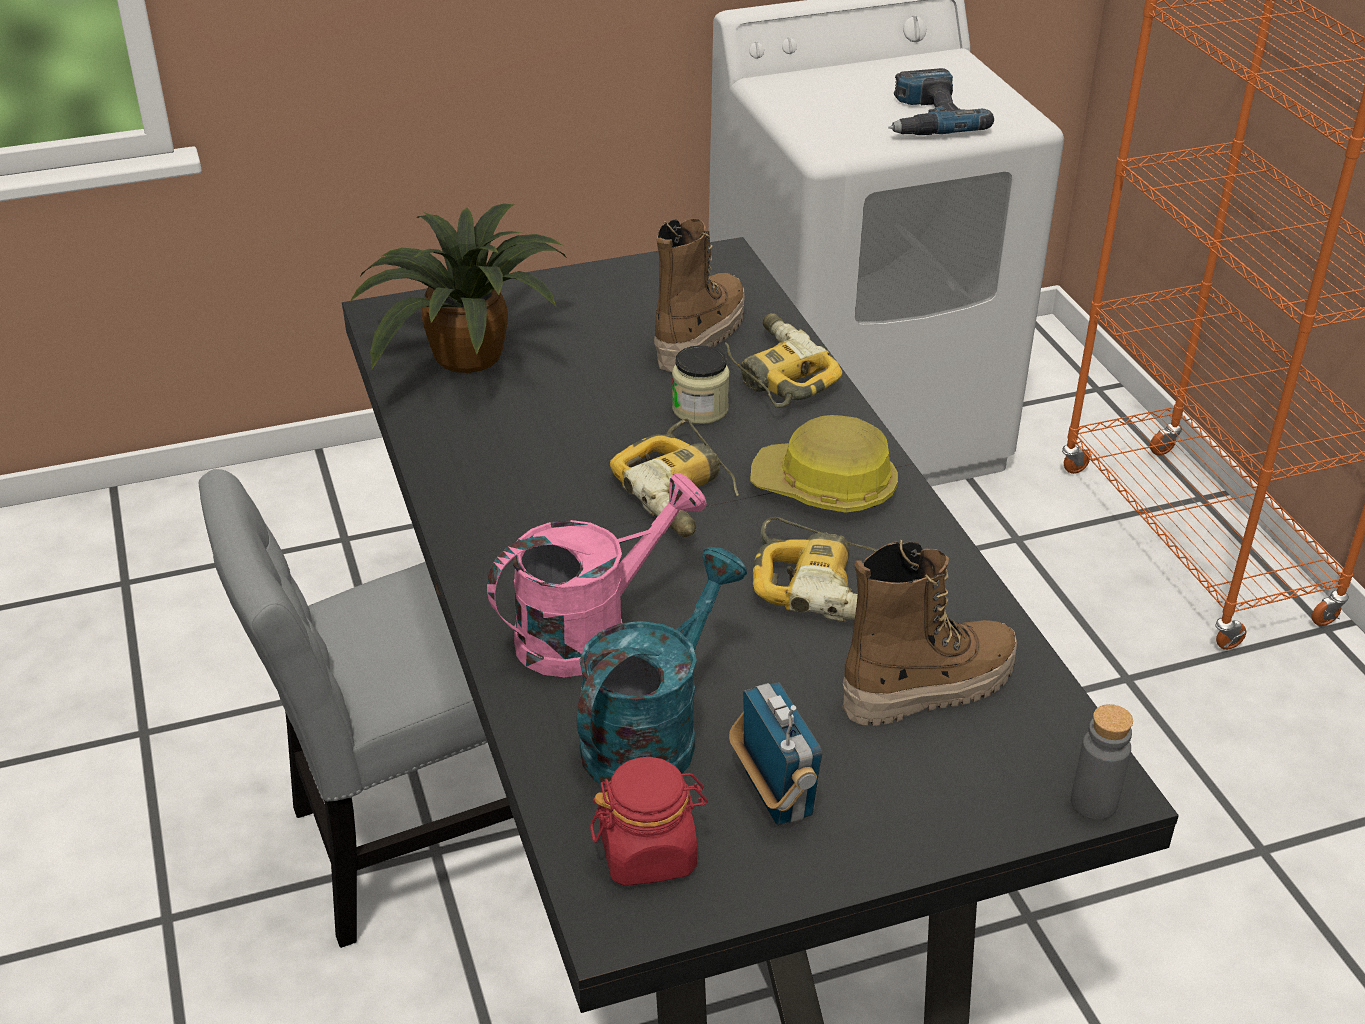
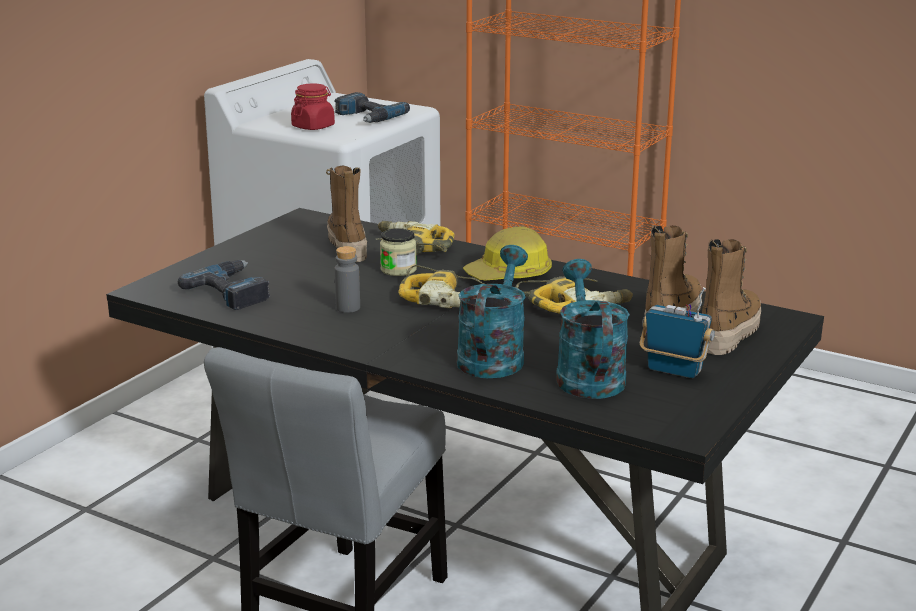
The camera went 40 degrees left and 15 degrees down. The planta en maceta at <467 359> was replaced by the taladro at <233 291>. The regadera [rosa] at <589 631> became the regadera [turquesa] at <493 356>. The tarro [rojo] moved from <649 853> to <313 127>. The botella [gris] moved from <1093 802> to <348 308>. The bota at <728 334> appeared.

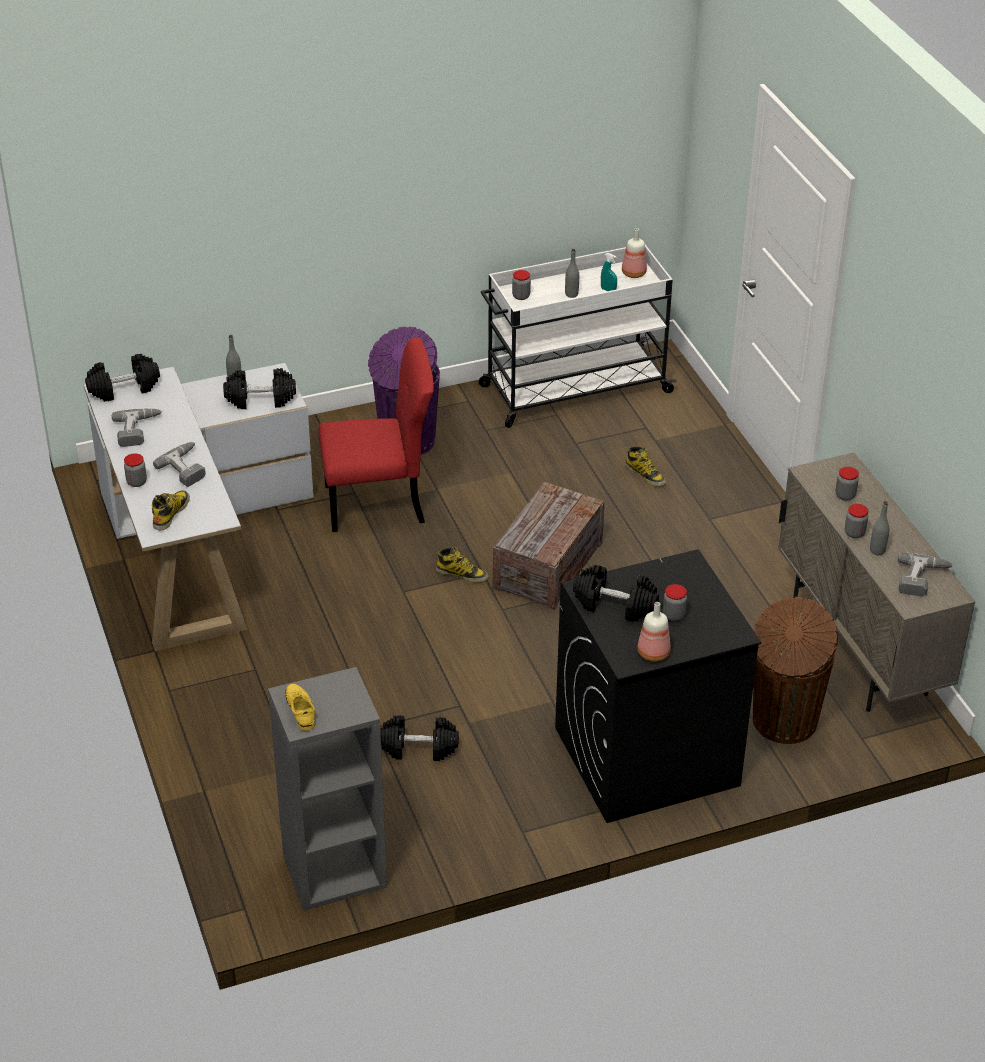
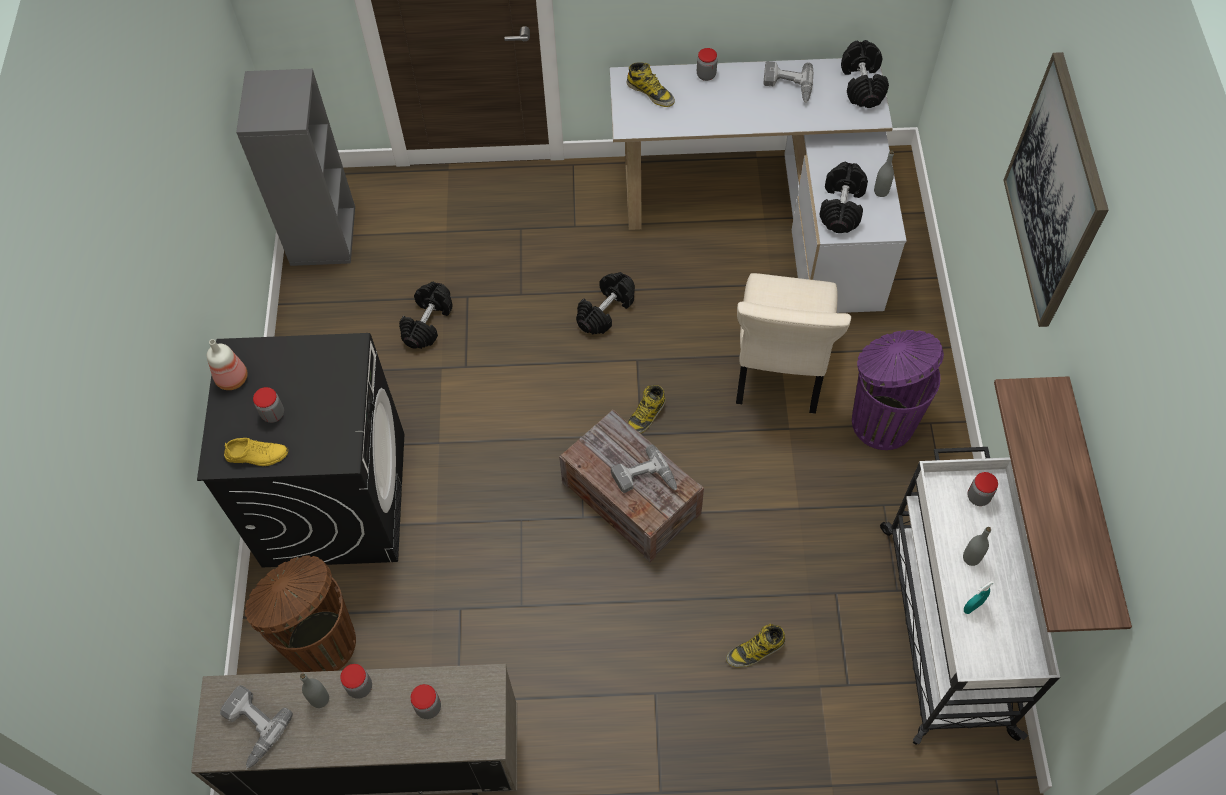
The camera went 110 degrees right and 20 degrees up. The taladro moved from <187 467> to <644 480>. The zapato [amarillo] moved from <300 709> to <257 455>. The silla [rojo] at <379 504> became the silla [beis] at <778 371>. The mancuerna [negro] moved from <614 605> to <605 310>. The botella at <633 274> disappeared. The estante at <1089 508> appeared. The cuadro at <1055 193> appeared.

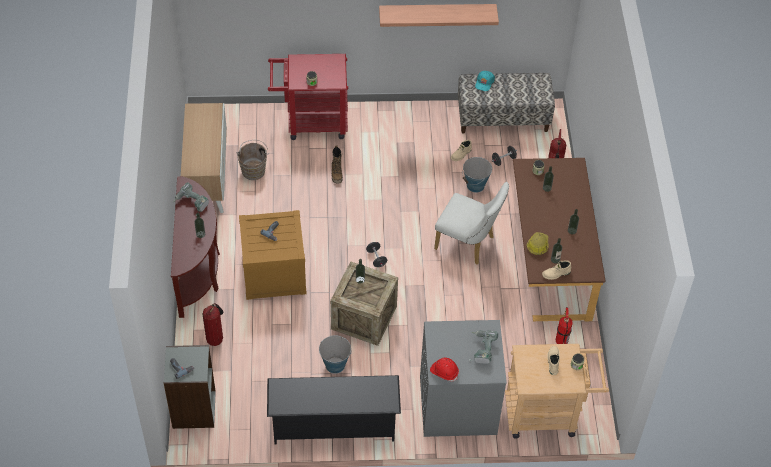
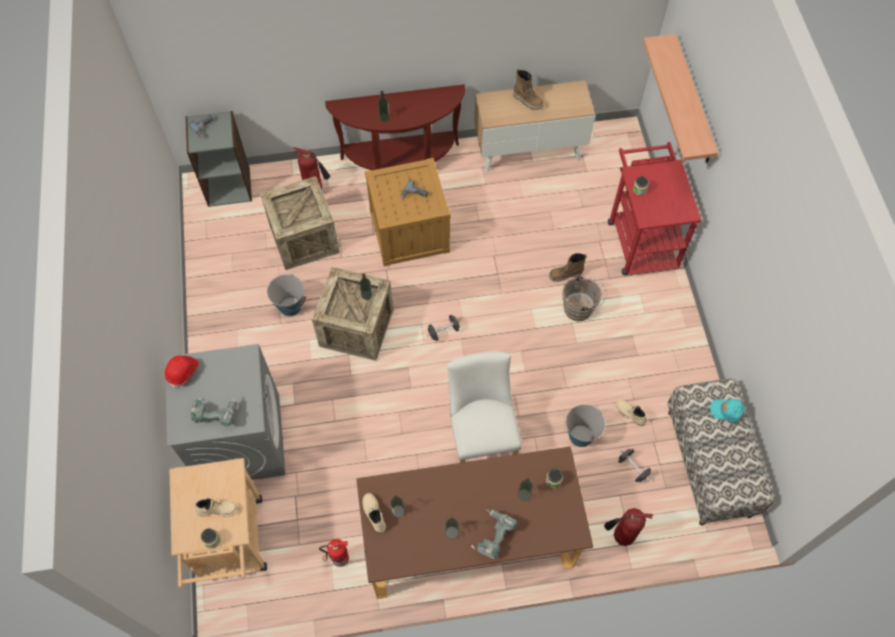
The camera went 85 degrees right and 10 degrees up. The taladro moved from <191 203> to <492 535>. The cubo [marrón] moved from <254 169> to <580 308>. The zapatero [negro] at <334 425> disappeared. The estante moved from <437 13> to <692 101>. The silla [blanco] at <468 244> turned 150 degrees clockwise. The casco at <537 245> disappeared. The caja de embalaje at <304 238> appeared. The bota at <527 101> appeared.

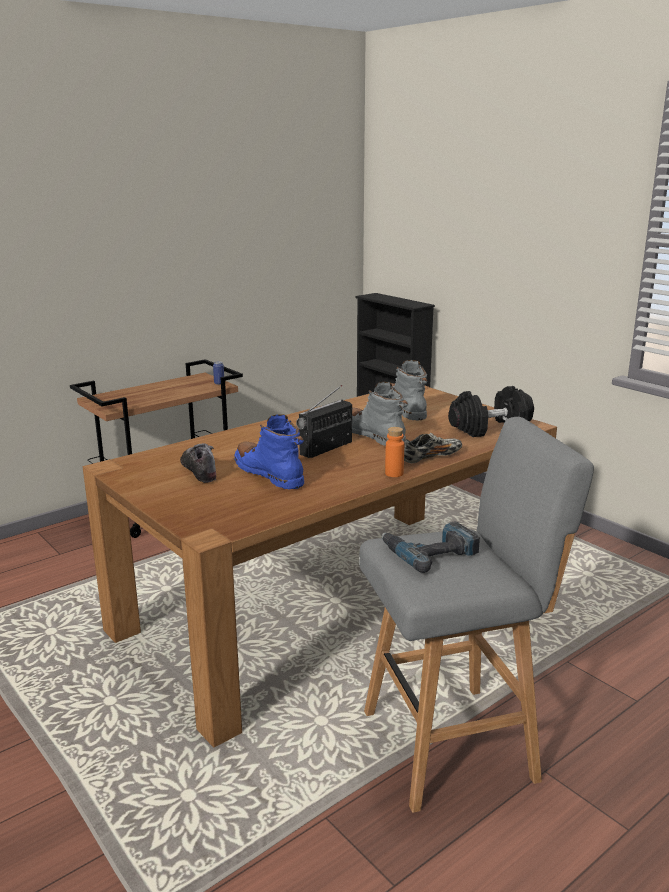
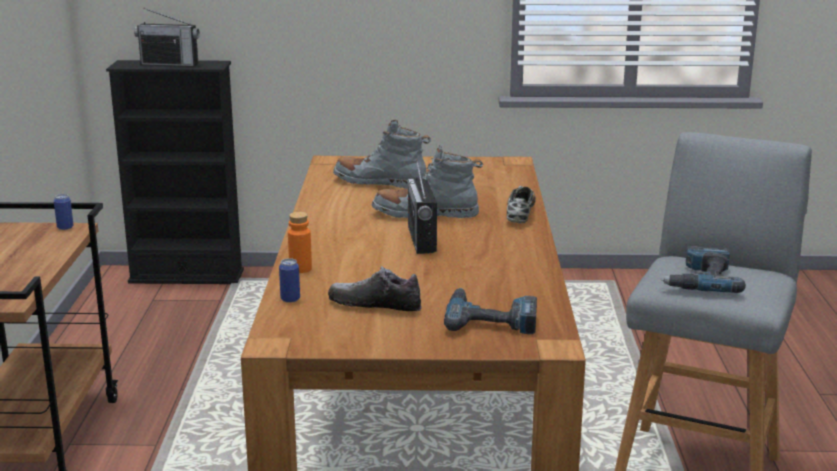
The camera went 50 degrees left and 0 degrees up. The bota [azul] at <269 474> disappeared. The botella [naranja] moved from <394 473> to <300 269>. The mancuerna [negro] at <490 428> disappeared. The radio at <170 64> appeared. The lata at <290 299> appeared. The taladro at <491 319> appeared.

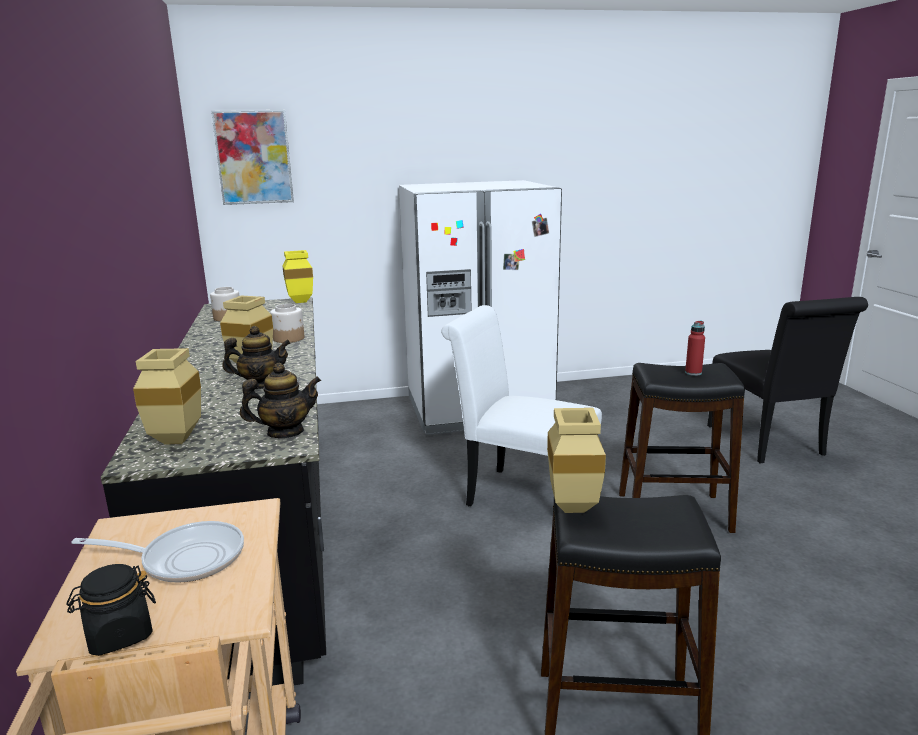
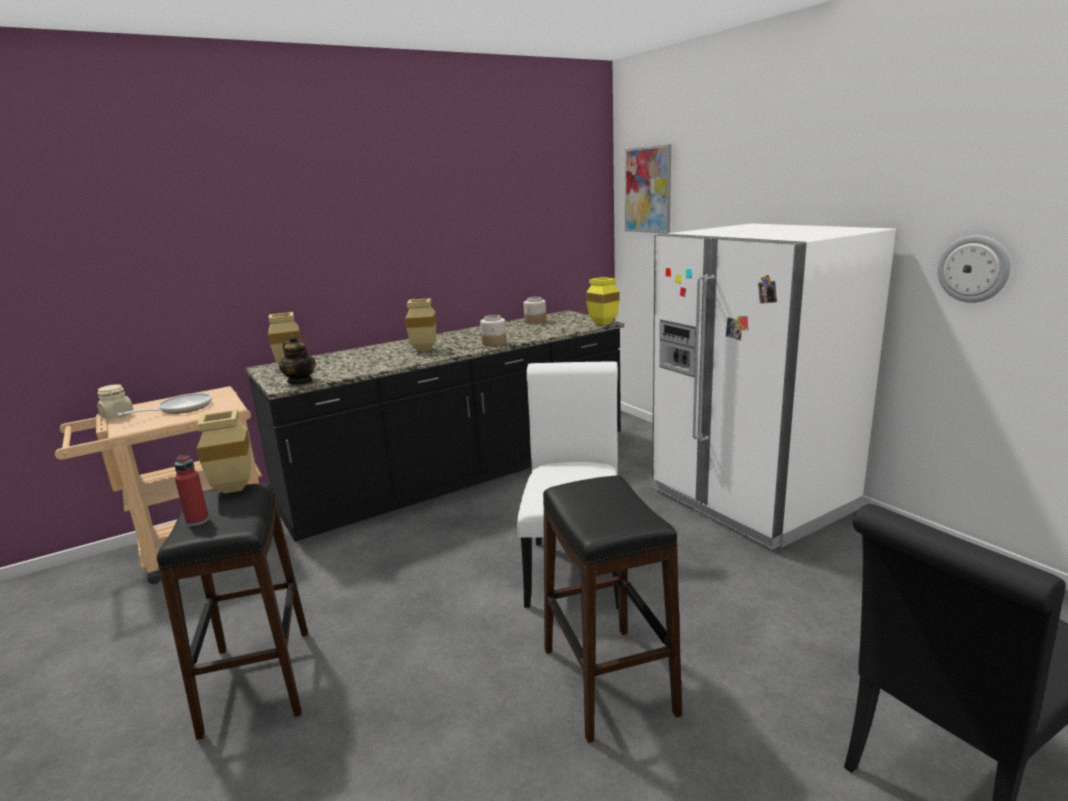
The camera went 70 degrees right and 0 degrees up. The tarro [negro] at <119 635> became the tarro [beis] at <117 415>. The sartén at <185 558> turned 120 degrees counterclockwise. The tetera at <260 385> disappeared. The botella [rojo] moved from <693 373> to <197 521>. The reloj de pared at <973 269> appeared.

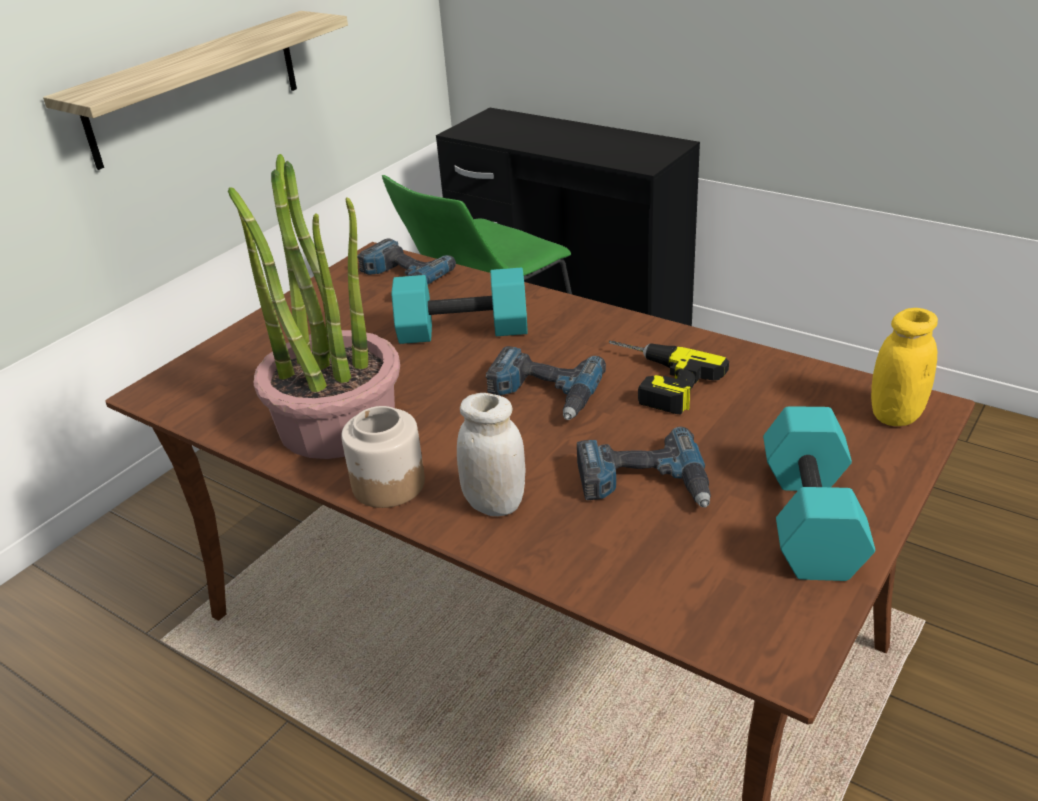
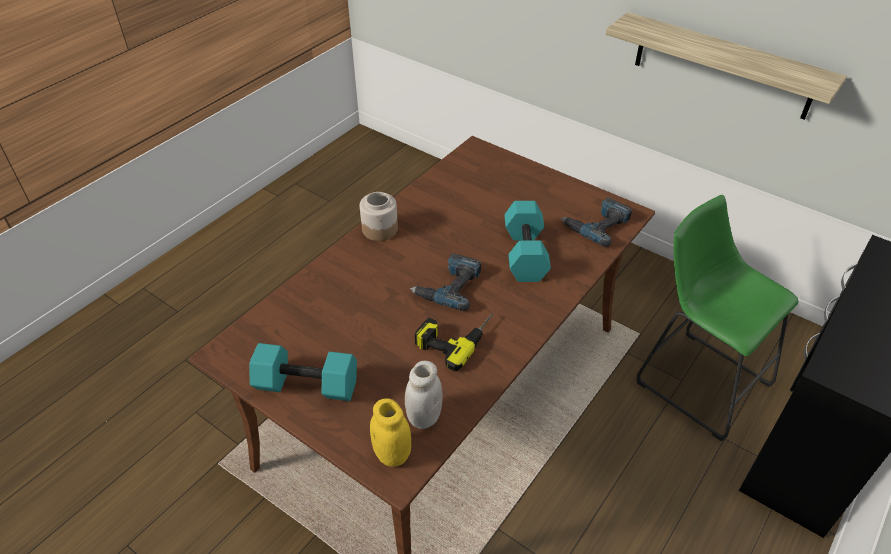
The camera went 90 degrees right and 10 degrees up. The planta en maceta at <337 422> disappeared. The tarro [blanco] moved from <495 504> to <424 417>. The taladro at <643 483> disappeared.

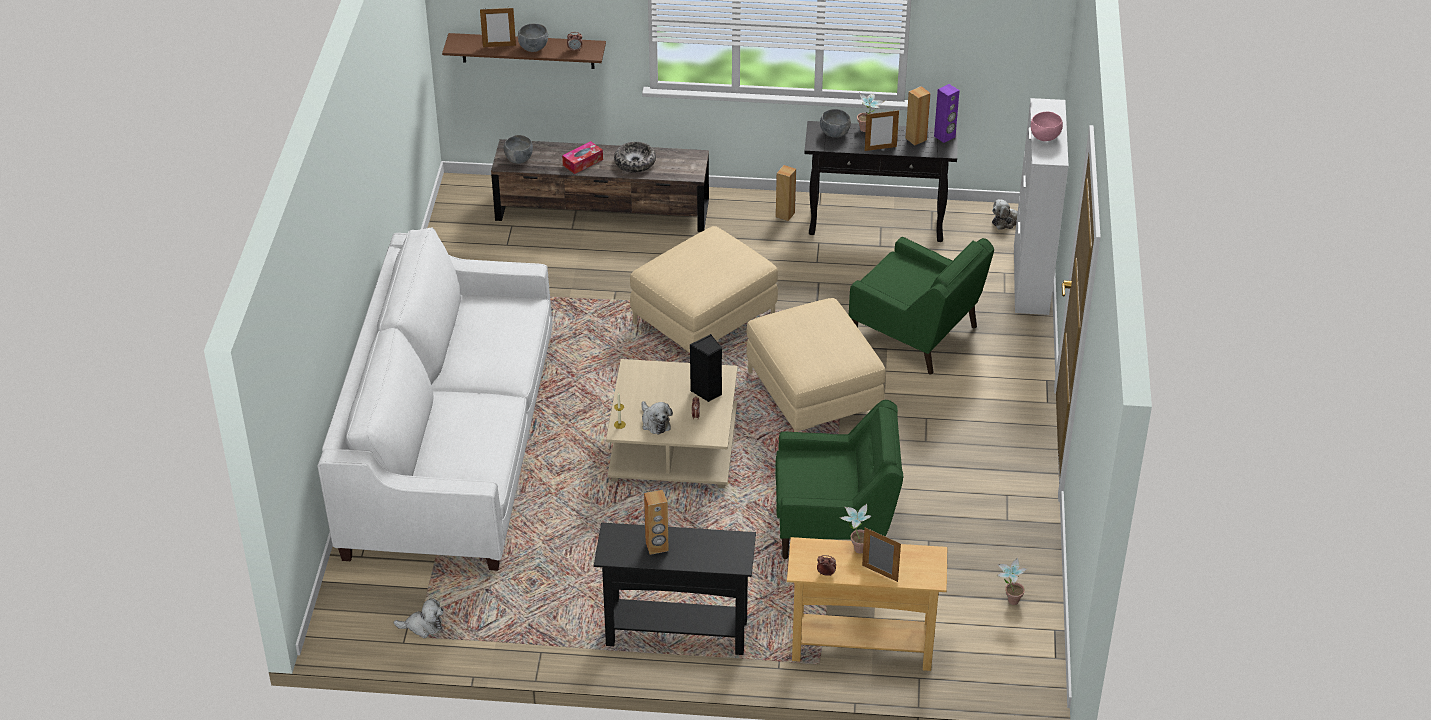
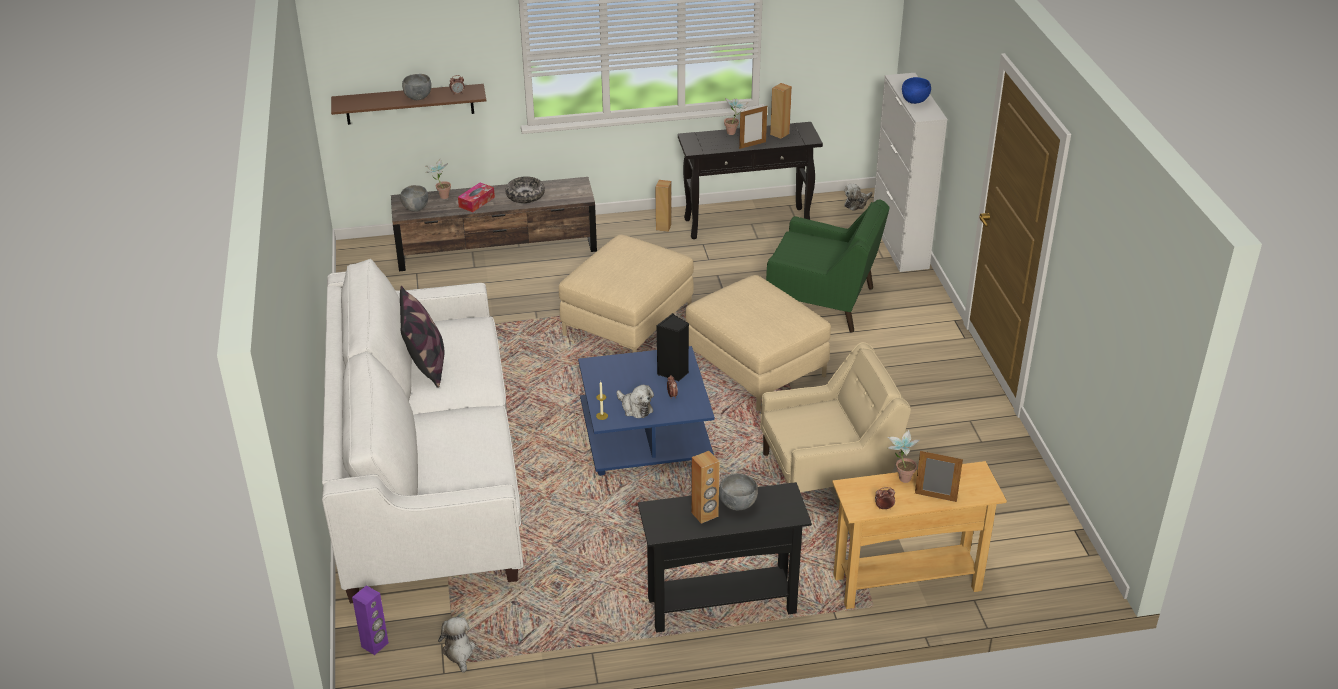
The camera went 15 degrees left and 5 degrees down. The peluche at <423 626> turned 90 degrees counterclockwise. The portarretratos at <499 46> disappeared. The mesa de centro [beis] at <672 445> became the mesa de centro [azul] at <644 433>. The sillón [verde] at <836 524> became the sillón [beis] at <828 474>. The cuenco [gris] moved from <834 133> to <737 504>. The altavoz [morado] moved from <944 137> to <375 645>. The planta en maceta moved from <1009 600> to <441 197>. The cuenco [rosa] at <1045 137> became the cuenco [azul] at <915 101>. The cojín at <426 365> appeared.

